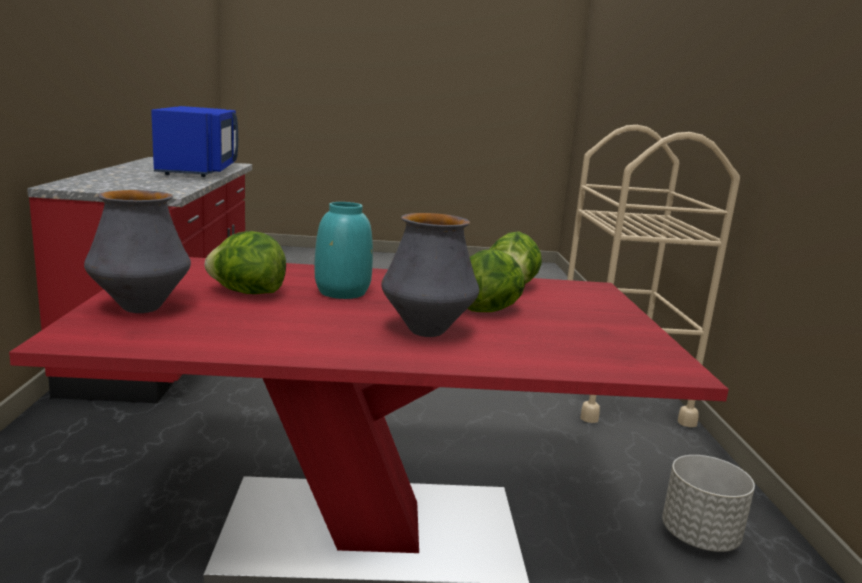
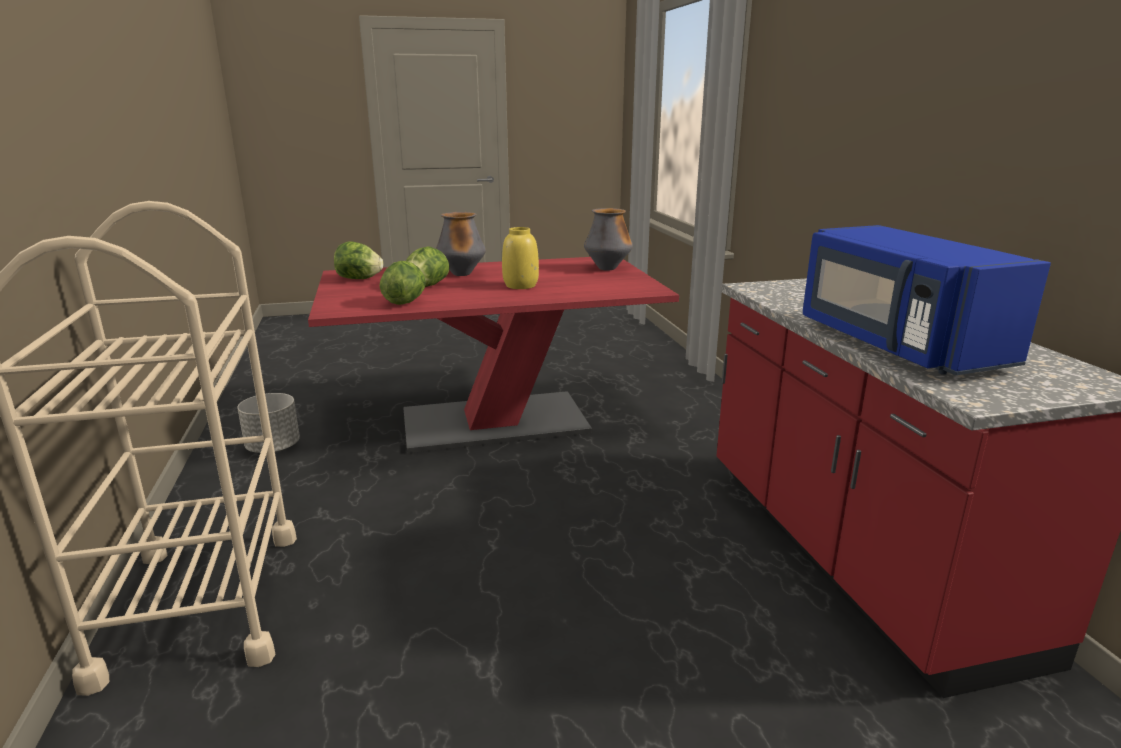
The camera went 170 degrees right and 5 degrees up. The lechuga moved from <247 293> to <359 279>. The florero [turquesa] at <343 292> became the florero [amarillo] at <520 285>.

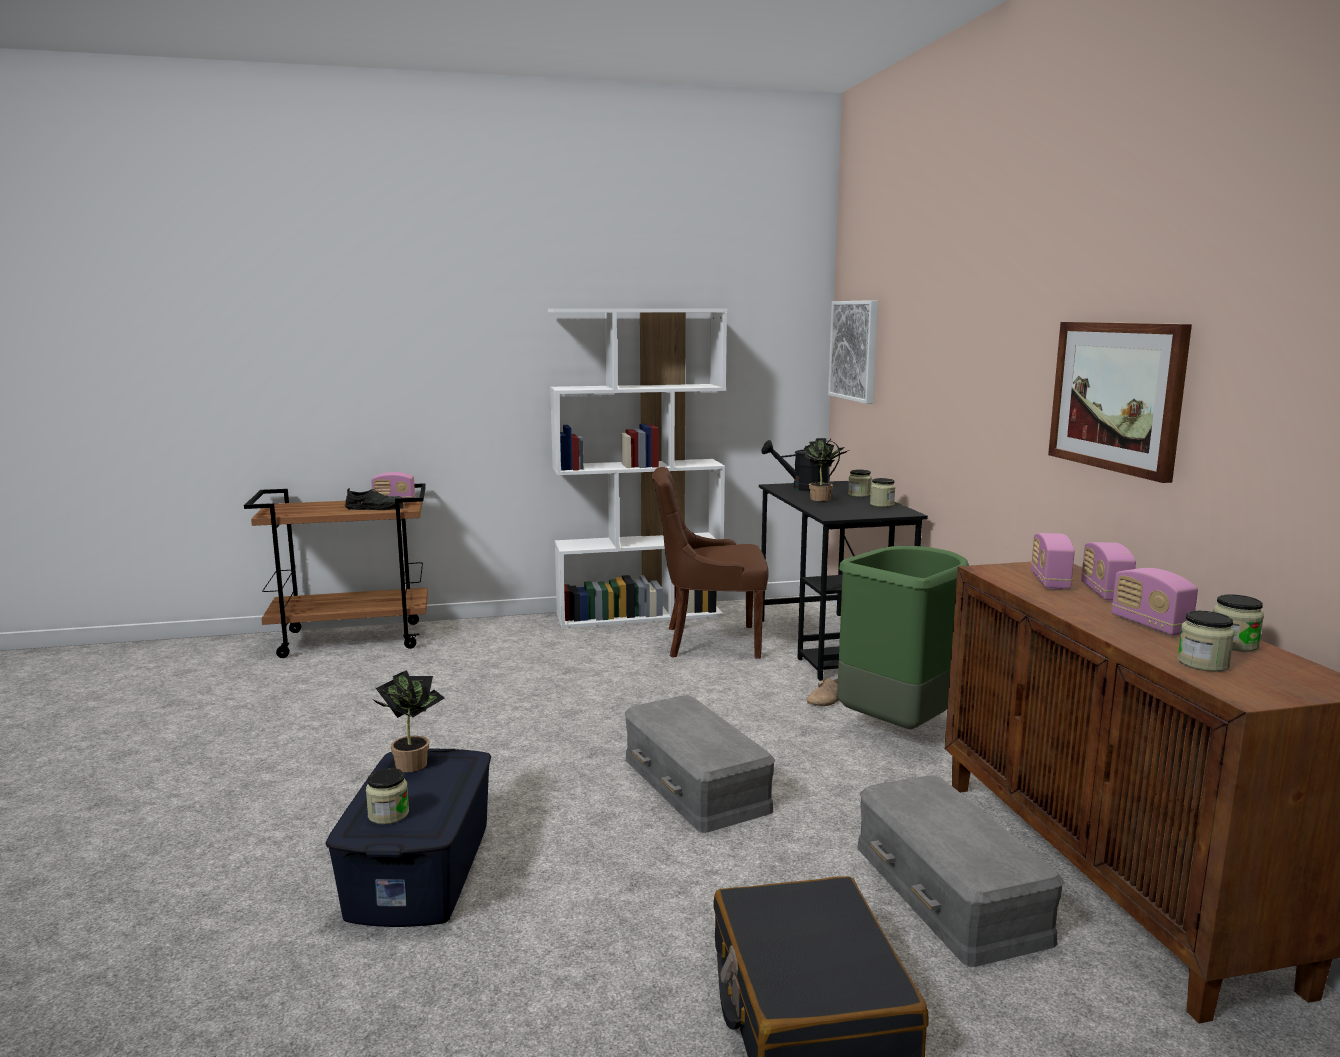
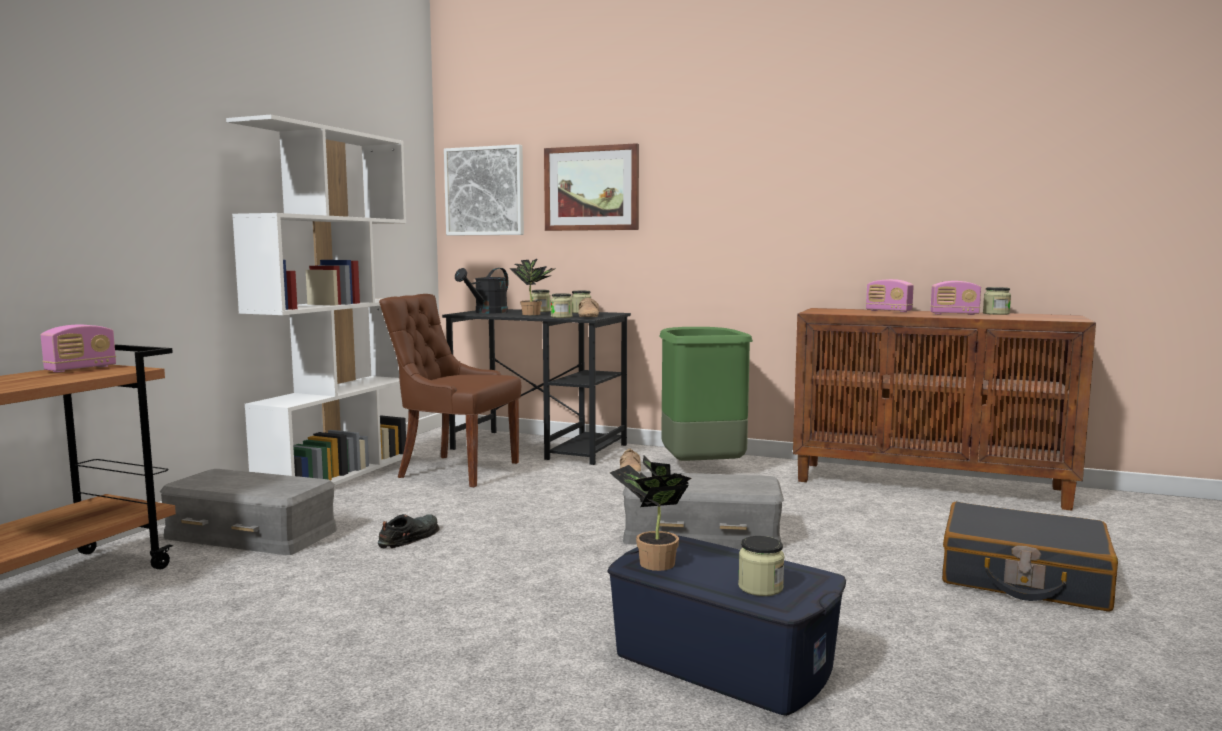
The camera went 55 degrees left and 5 degrees down. The zapato [negro] moved from <375 508> to <410 537>. The silla [marrón] at <709 642> turned 75 degrees clockwise. The caja de almacenaje [gris] moved from <951 891> to <252 533>. The radio at <1049 581> disappeared. The cuadro moved from <1117 396> to <591 188>. The tarro moved from <1202 663> to <561 317>. The zapato [beis] at <590 316> appeared.

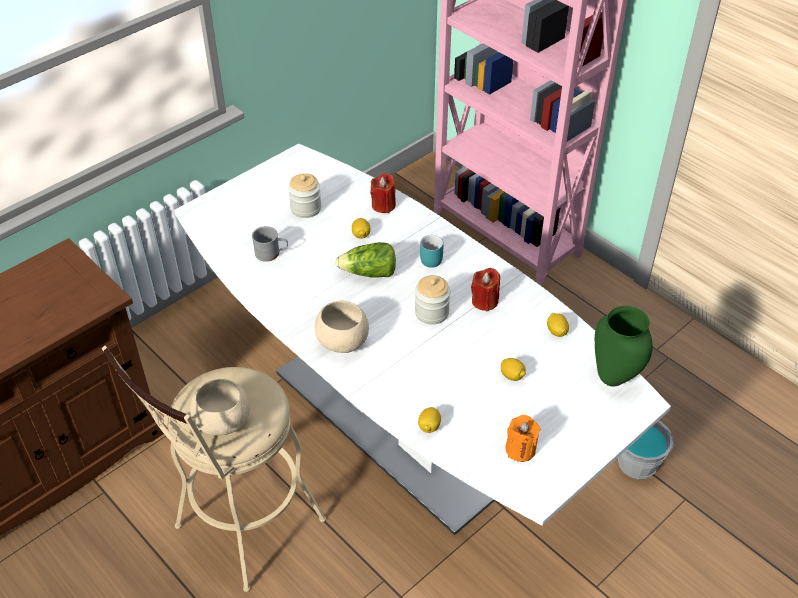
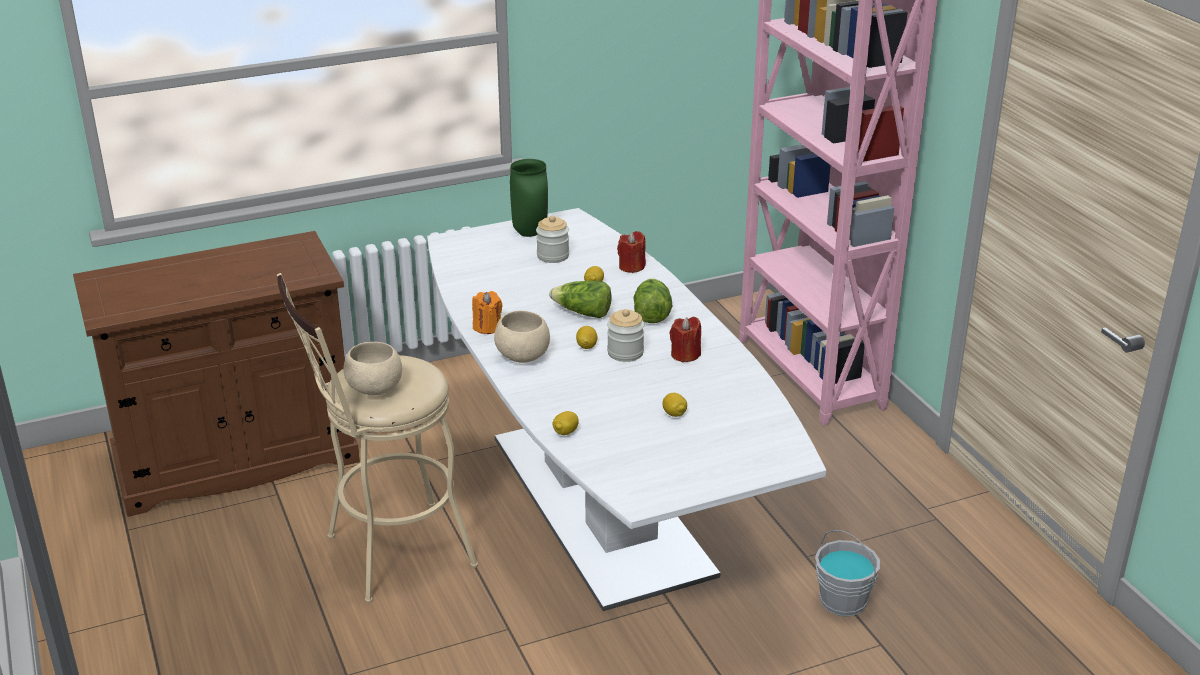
The camera went 20 degrees right and 15 degrees down. The taza grande [gris] at <271 253> disappeared. The taza grande [turquesa] at <429 258> was replaced by the lechuga at <651 313>. The vela [naranja] moved from <520 449> to <487 327>. The limón moved from <556 331> to <586 346>. The florero [verde] moved from <613 379> to <529 233>.

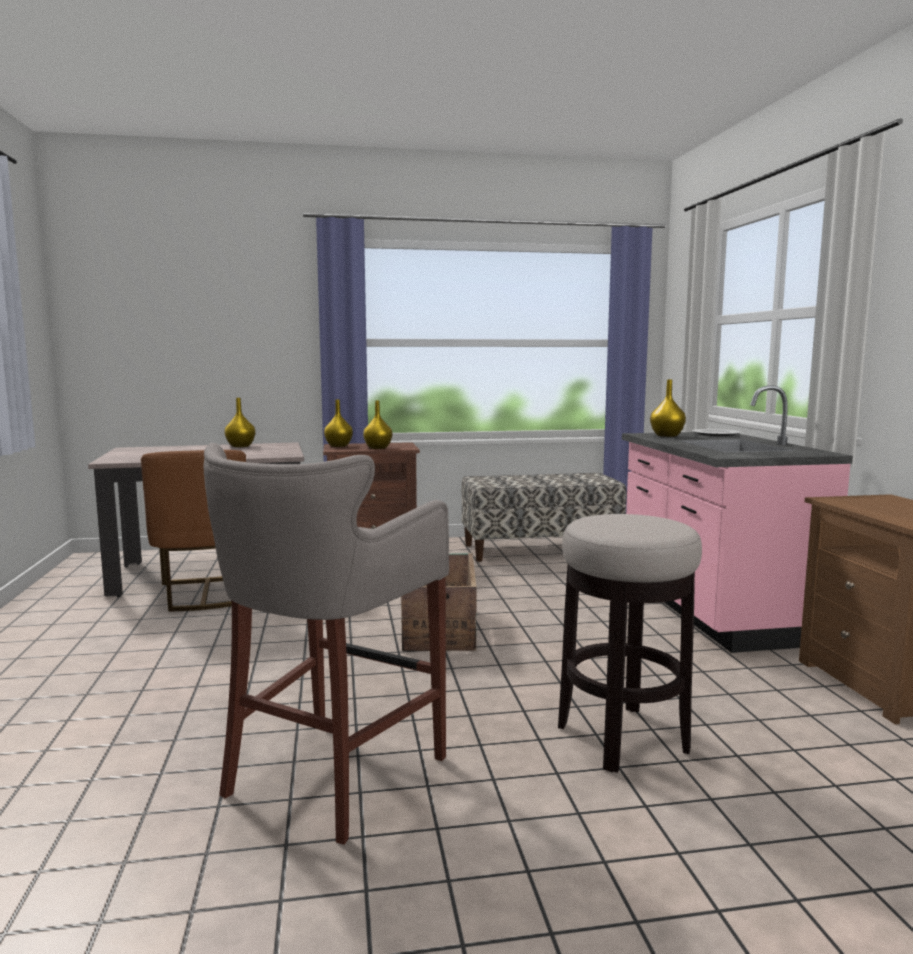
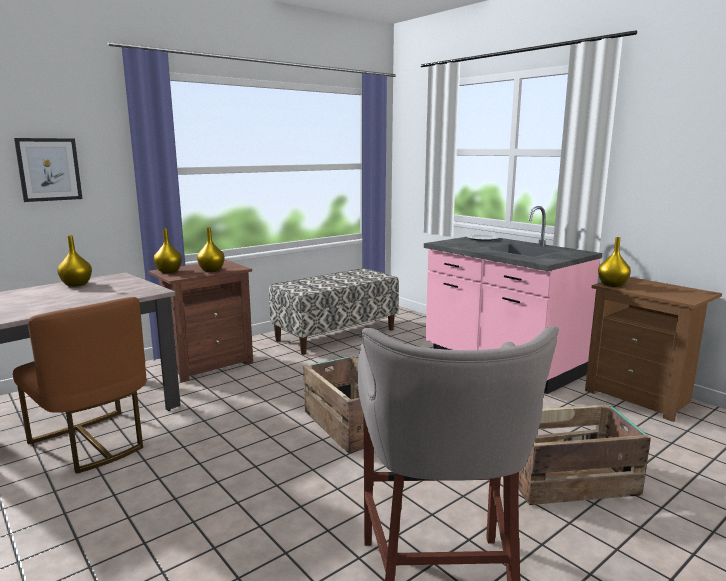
The camera went 30 degrees left and 5 degrees up. The taburete at <622 738> was replaced by the caja de embalaje at <570 480>. The florero [amarillo] moved from <667 435> to <612 285>. The cuadro at <49 169> appeared.

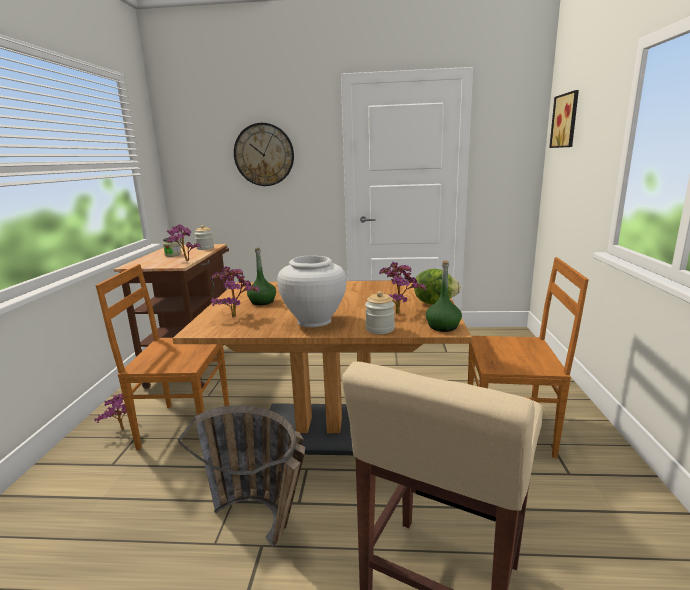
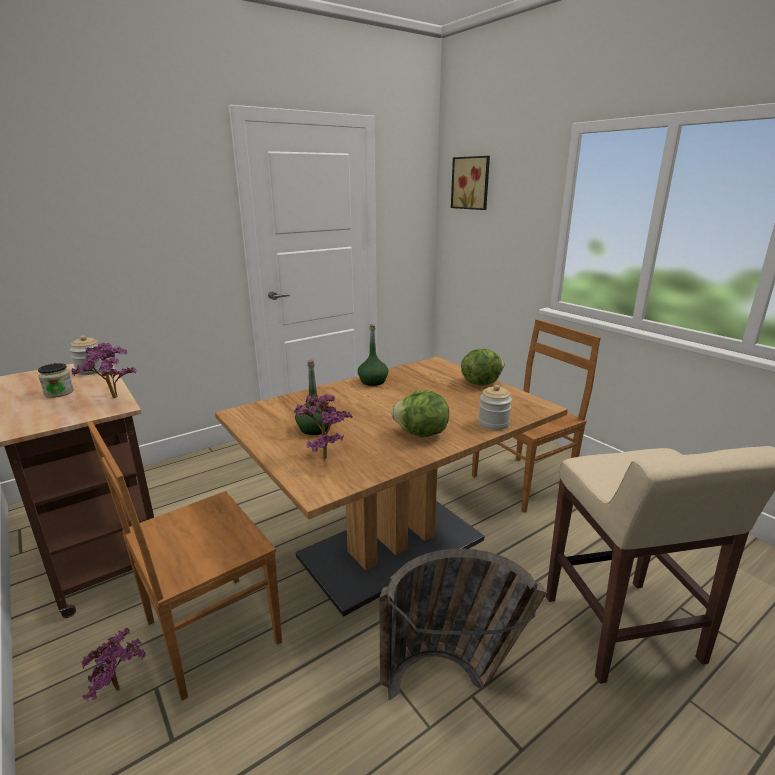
The camera went 40 degrees left and 5 degrees up. The reloj de pared at <264 155> disappeared. The florero [blanco] at <314 321> was replaced by the lechuga at <421 434>. The planta en maceta at <398 312> disappeared. The botella [verde] moved from <443 327> to <373 381>.

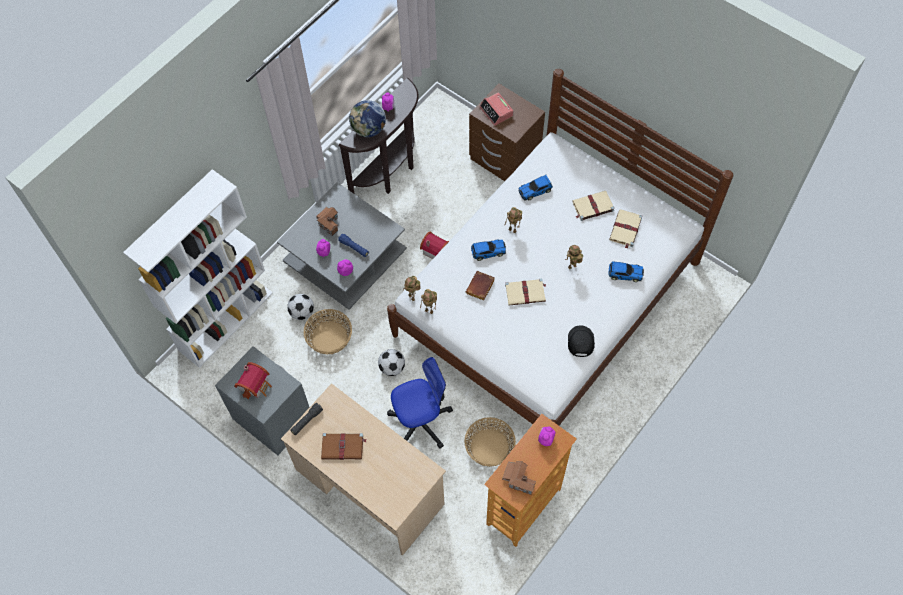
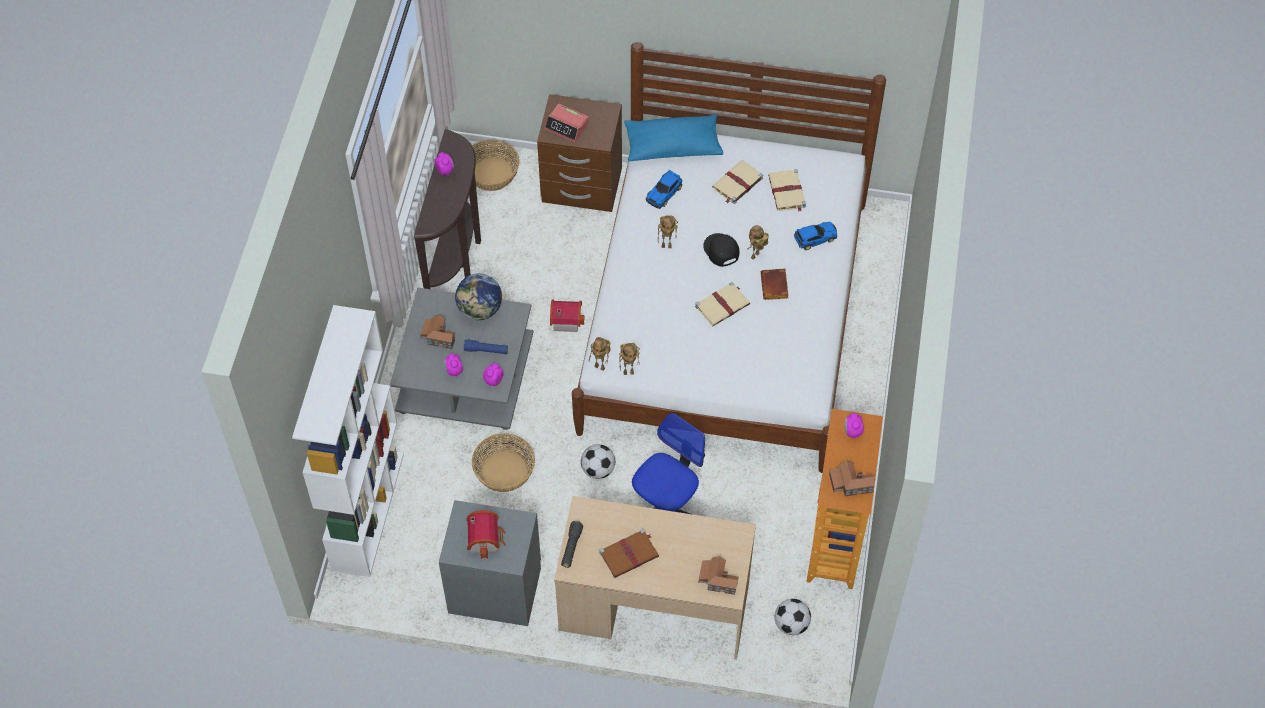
The camera went 30 degrees left and 5 degrees down. The balón de fútbol moved from <302 312> to <791 624>. The globo terráqueo moved from <369 129> to <480 310>. The cesta moved from <489 447> to <492 174>. The libro [marrón] moved from <480 288> to <775 287>. The coche de juguete at <487 251> disappeared. The gorra [negro] moved from <580 342> to <720 250>. The cojín [azul] at <673 146> appeared. The casita at <718 579> appeared.

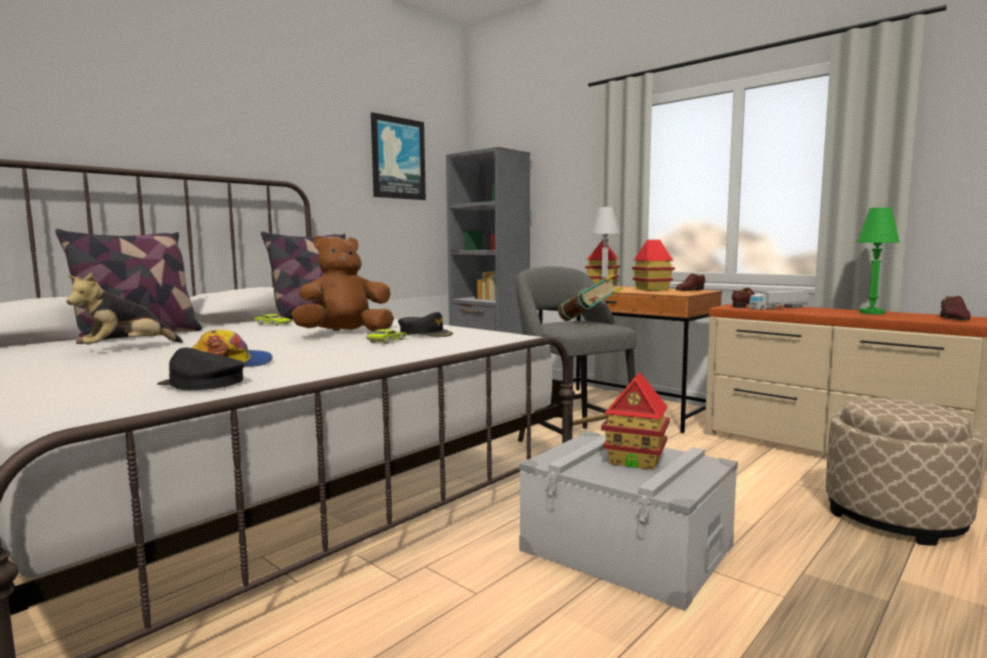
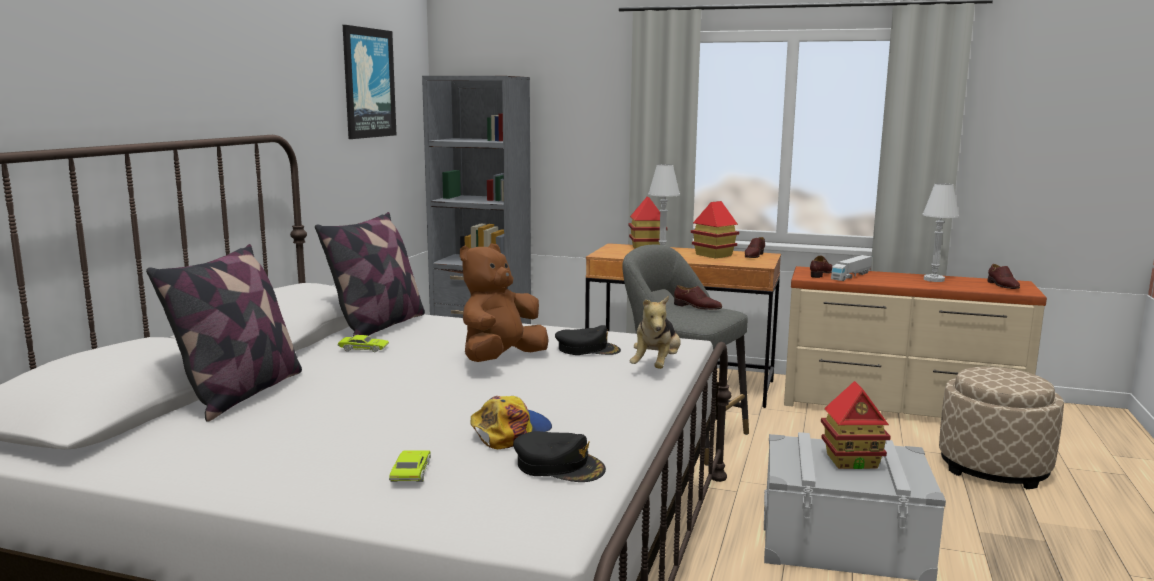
The camera went 25 degrees left and 5 degrees up. The peluche moved from <126 349> to <656 367>. The gorra [negro] at <201 383> turned 150 degrees counterclockwise. The coche de juguete [verde] moved from <387 341> to <410 473>. The libro at <589 321> was replaced by the zapato [marrón] at <697 307>. The lámpara de mesa [verde] at <872 313> became the lámpara de mesa [blanco] at <934 279>.

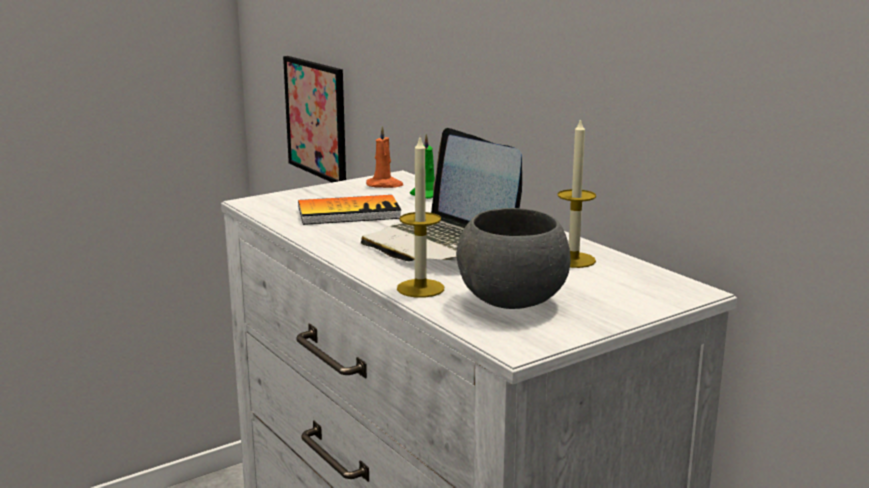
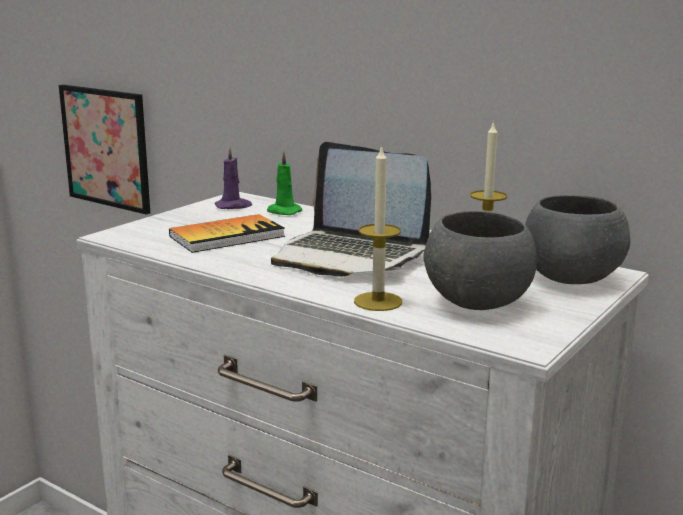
The camera went 20 degrees left and 0 degrees up. The vela [naranja] at <385 185> became the vela [morado] at <233 206>. The cuenco [gris] at <572 280> appeared.

